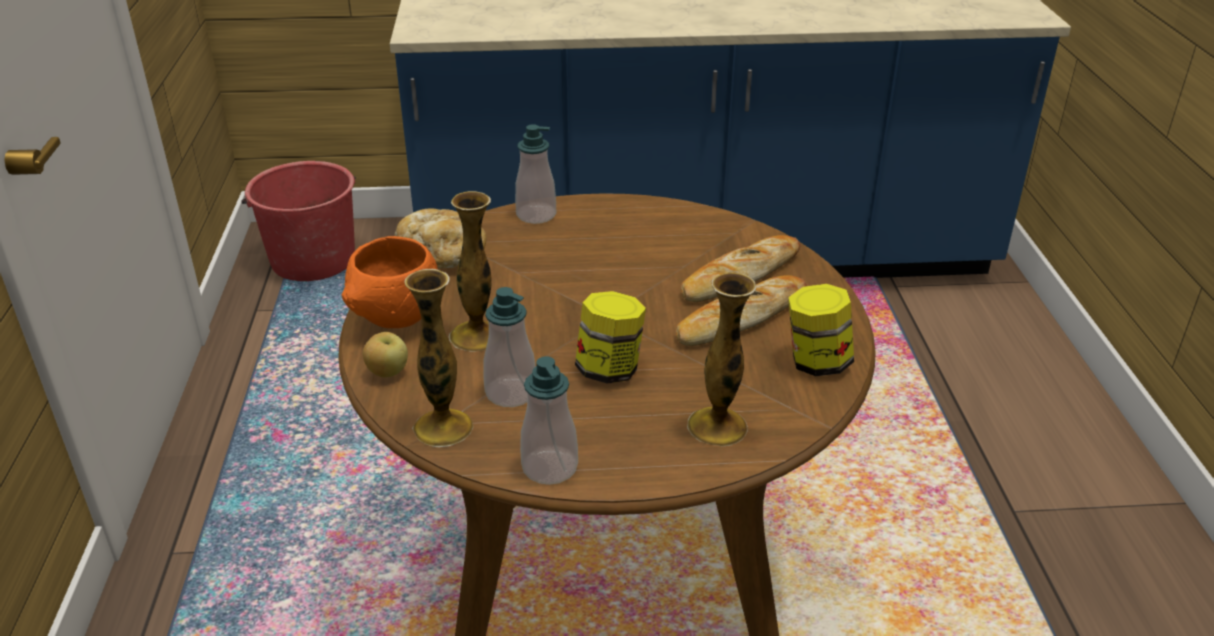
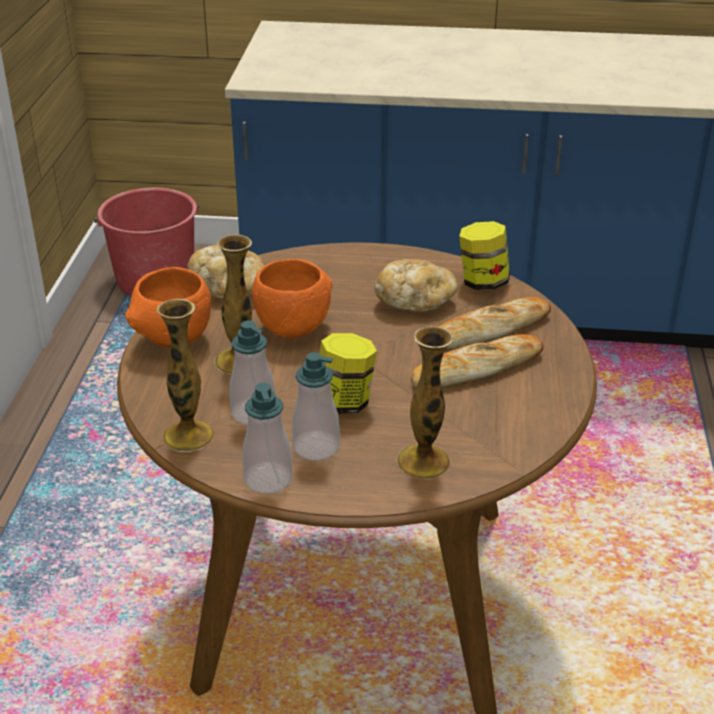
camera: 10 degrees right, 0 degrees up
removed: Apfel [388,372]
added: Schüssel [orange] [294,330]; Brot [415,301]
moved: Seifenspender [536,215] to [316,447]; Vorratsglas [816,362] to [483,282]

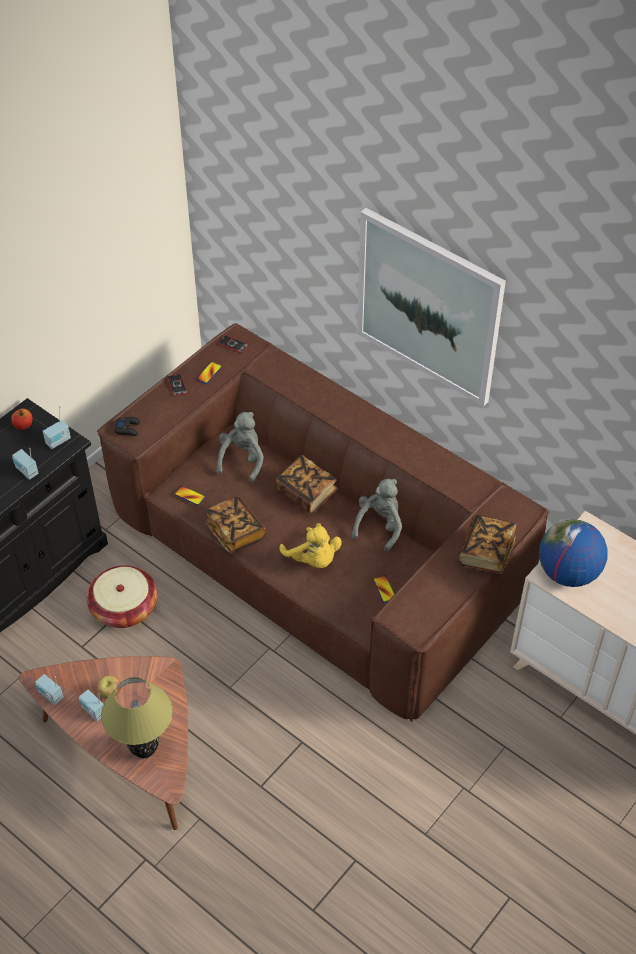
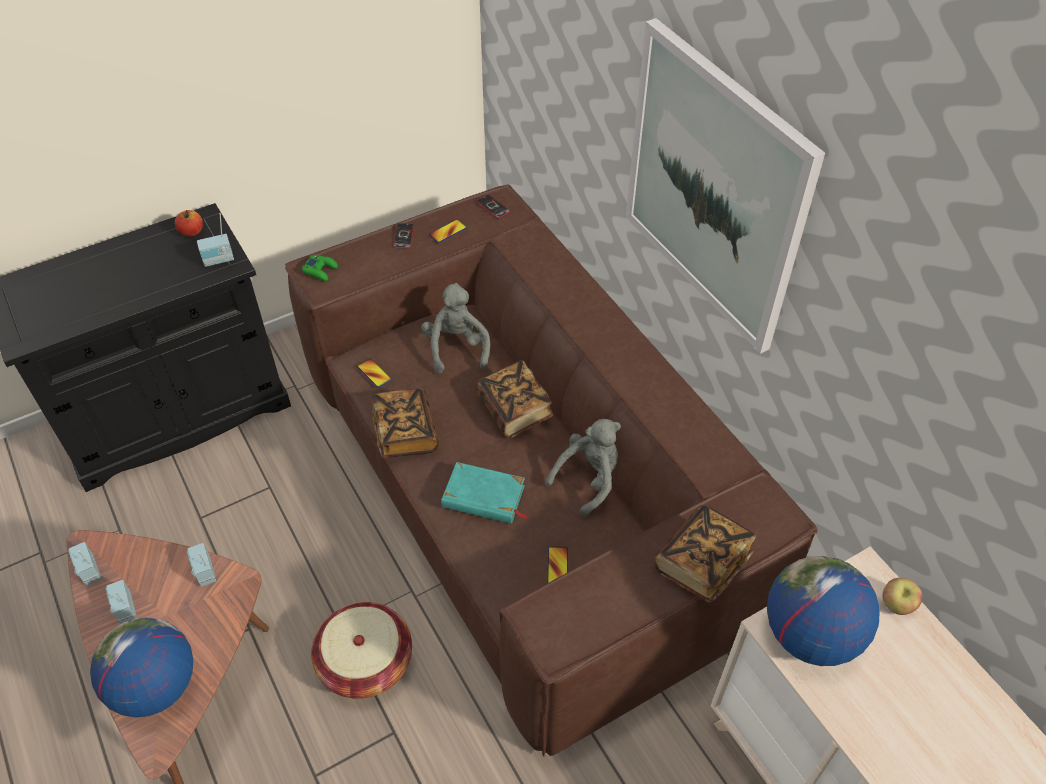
camera: 20 degrees right, 0 degrees up
moved: Radio [26,471] to [204,572]; Korb [124,608] to [365,662]; Apfel [110,692] to [896,605]
replaced: Tischlampe [145,751] to Globus [155,686]; Plüschtier [gelb] [313,559] to Buch [türkis] [484,497]
recoloured: Gamepad [schwarz] [128,428] to Gamepad [grün] [320,270]
turned: Plüschtier [grau] [242,460] = [456,348] 45 degrees counterclockwise

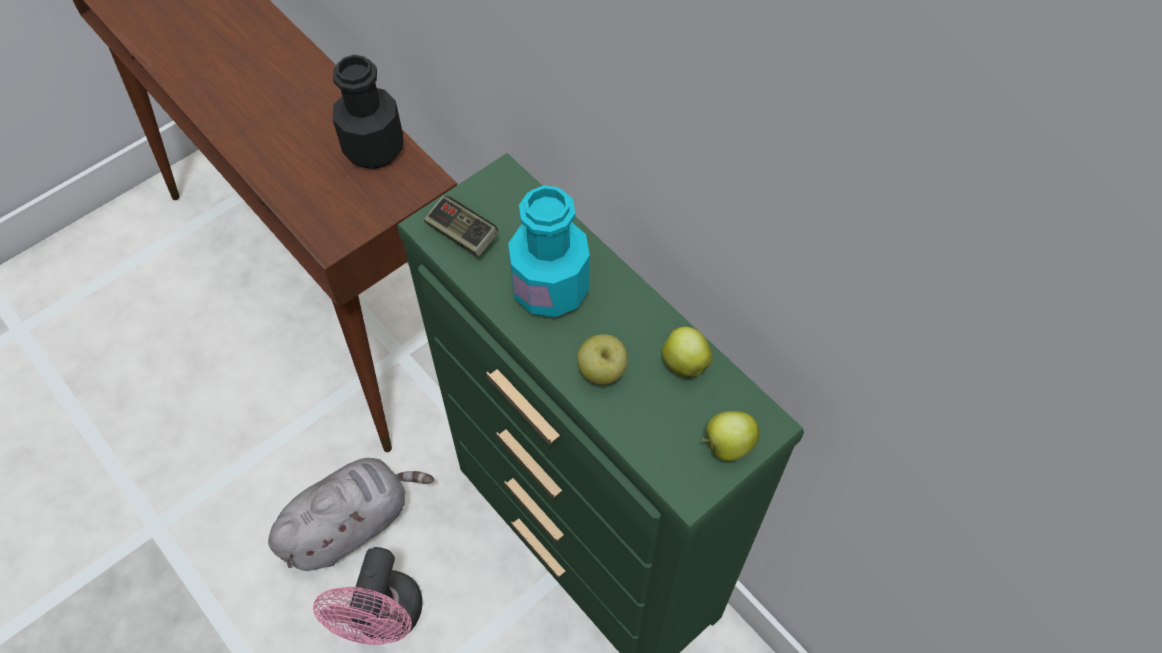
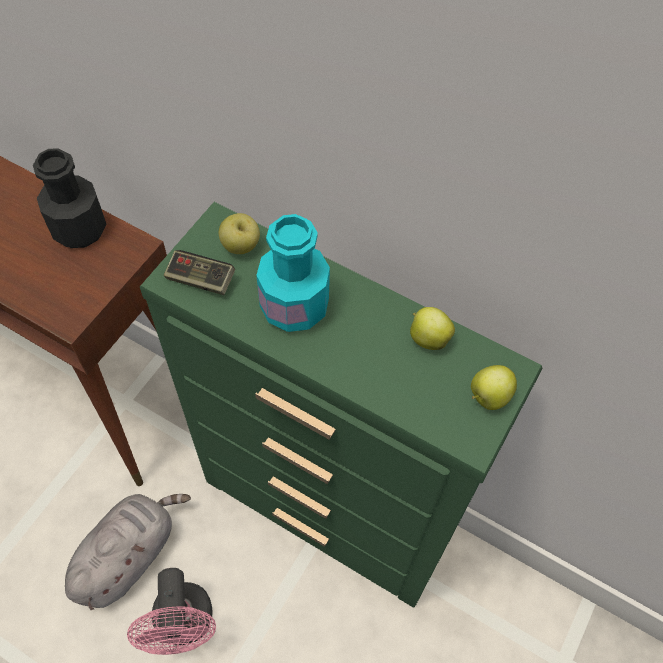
camera: 20 degrees left, 0 degrees up
moved: Apfel [602,371] to [241,246]

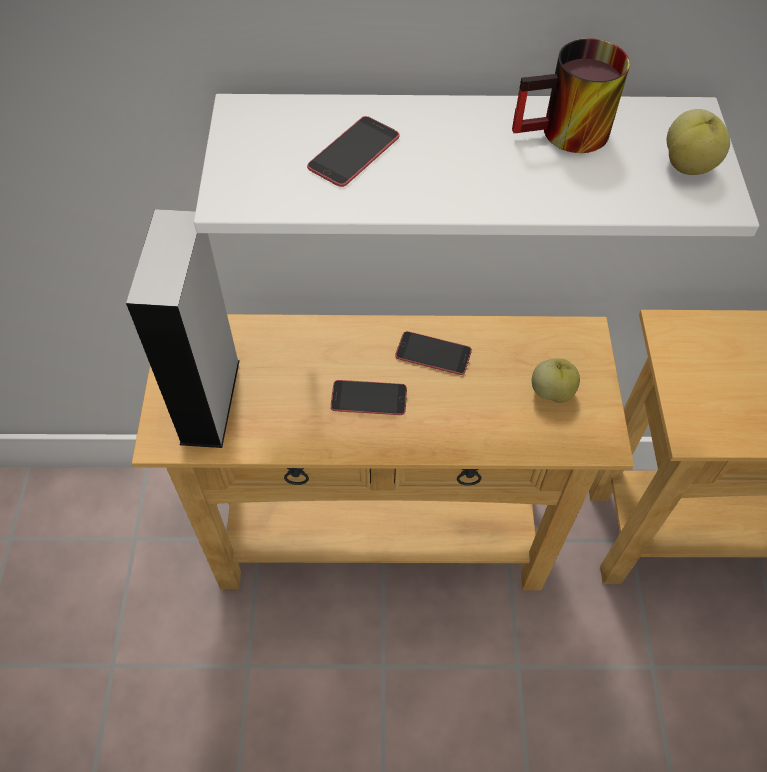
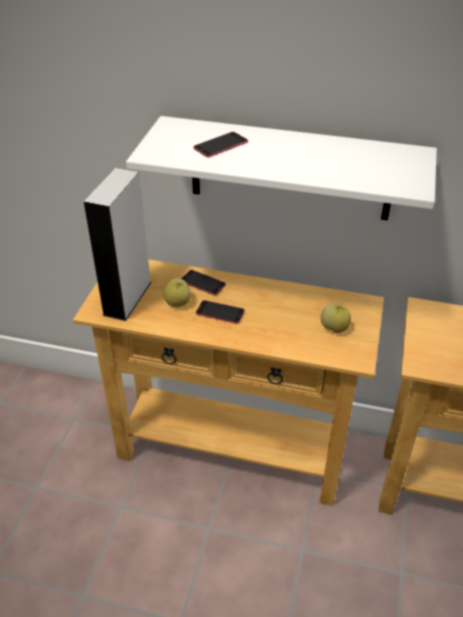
camera: 15 degrees right, 15 degrees down
removed: Henkelbecher [565,136]
moved: Handy [433,353] to [203,283]; Apfel [688,165] to [178,303]

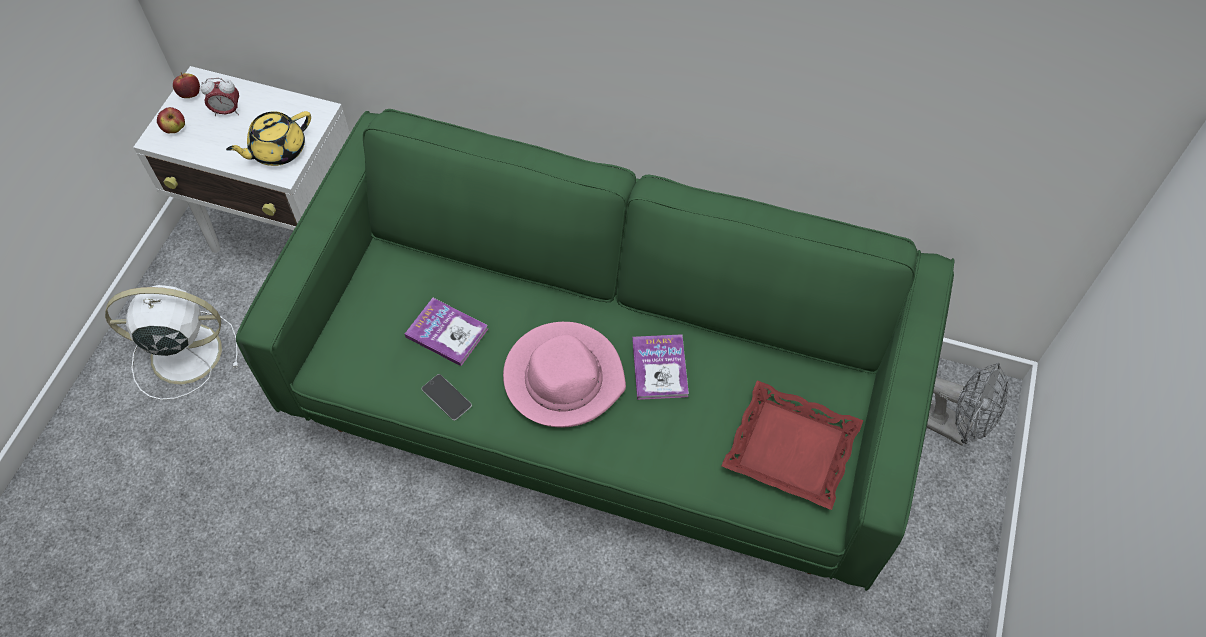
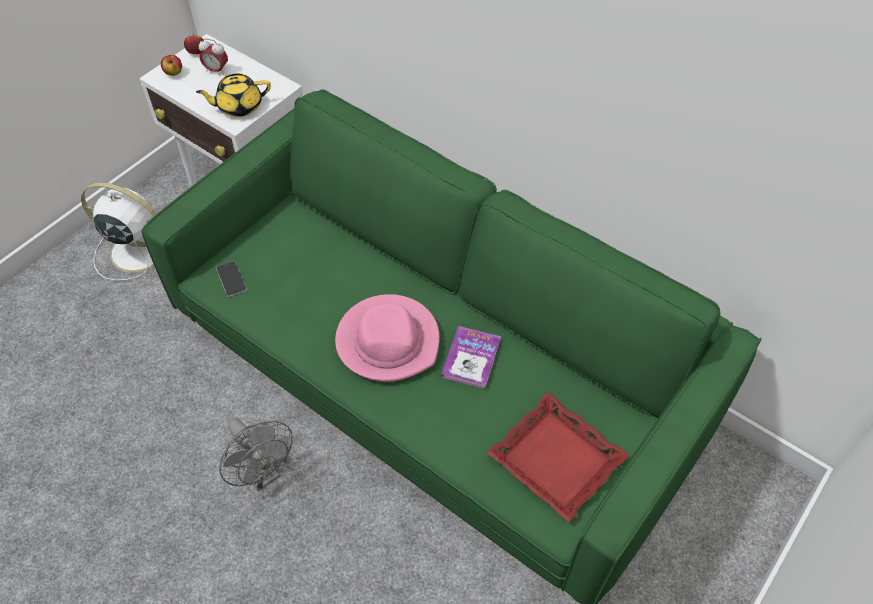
camera: 20 degrees right, 5 degrees down
removed: Buch [447,333]
moved: Handy [446,397] to [231,278]; Ventilator [grau] [953,427] to [263,473]

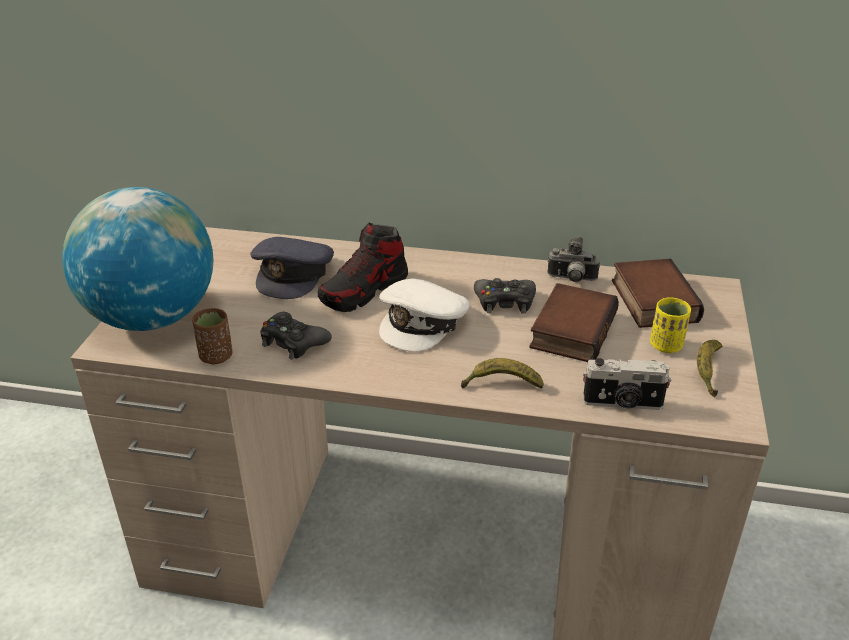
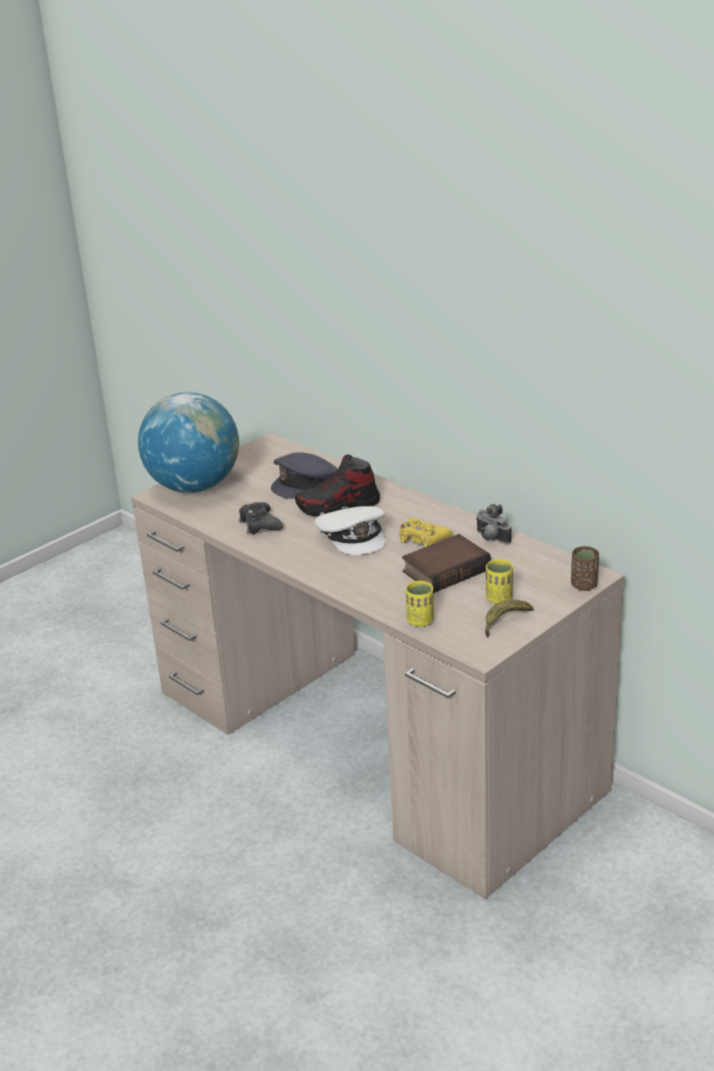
camera: 35 degrees right, 5 degrees down
removed: Banane [501,384]; Buch [651,300]
moved: Tasse [braun] [216,356] to [584,585]
replaced: Kamera [622,403] to Tasse [gelb] [420,621]
recoloured: Gamepad [schwarz] [505,302] to Gamepad [gelb] [423,539]
turned: Kappe [weiß] [423,322] = [353,536] 90 degrees counterclockwise

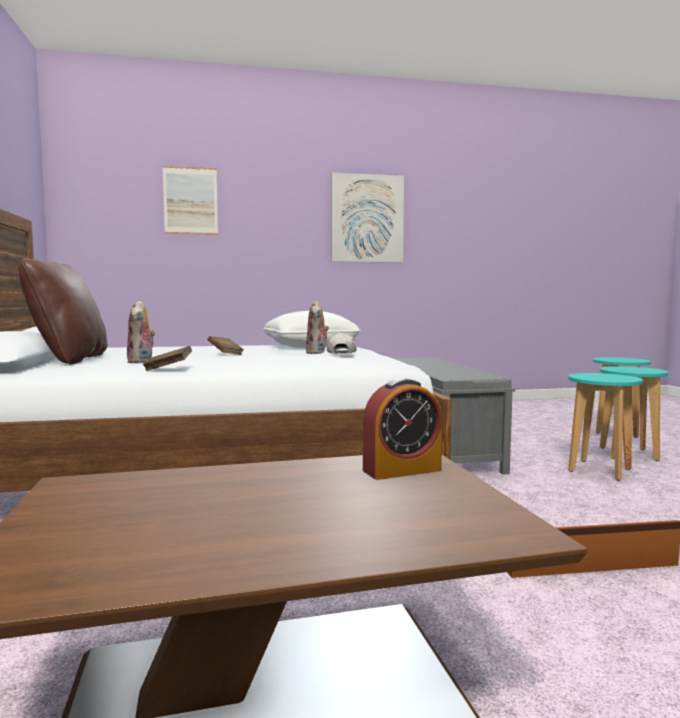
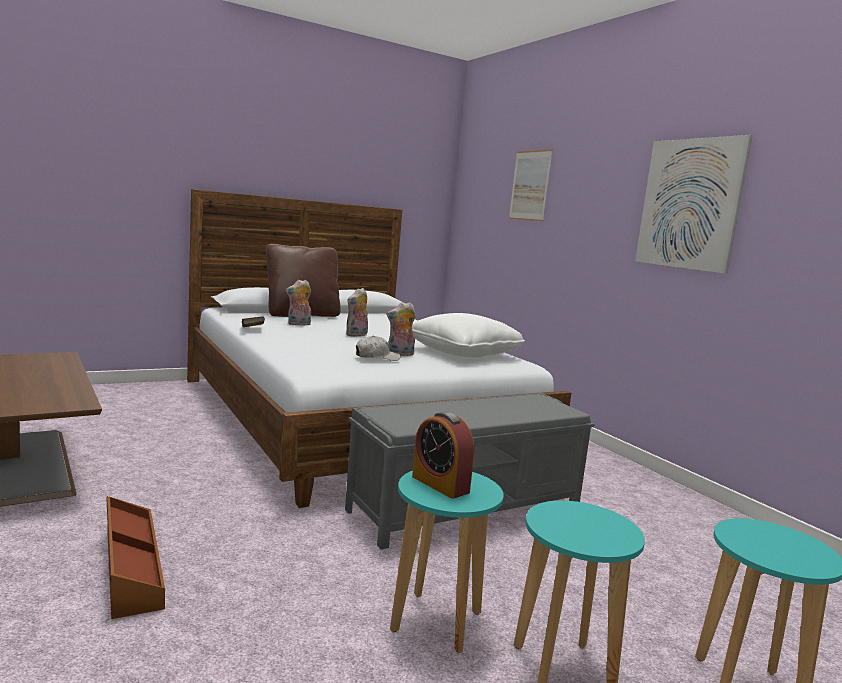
camera: 70 degrees right, 5 degrees up
moved: Wecker [402,470] to [440,484]
replaced: Buch [braun] [225,354] to Plüschtier [357,335]

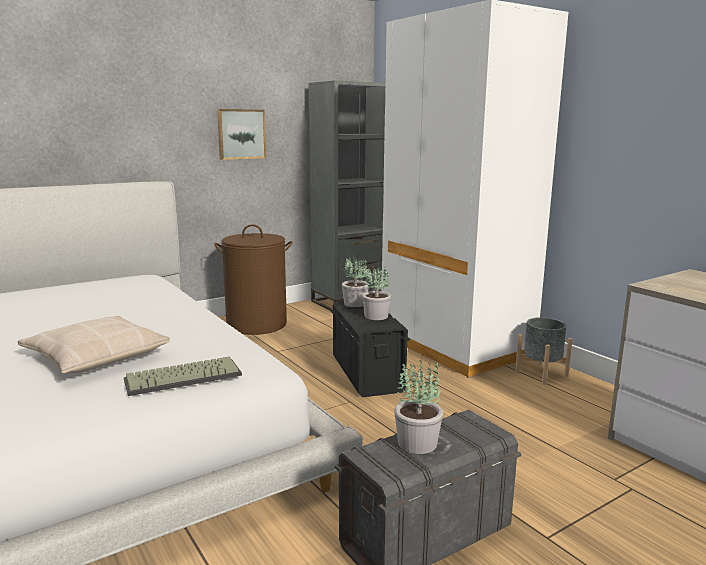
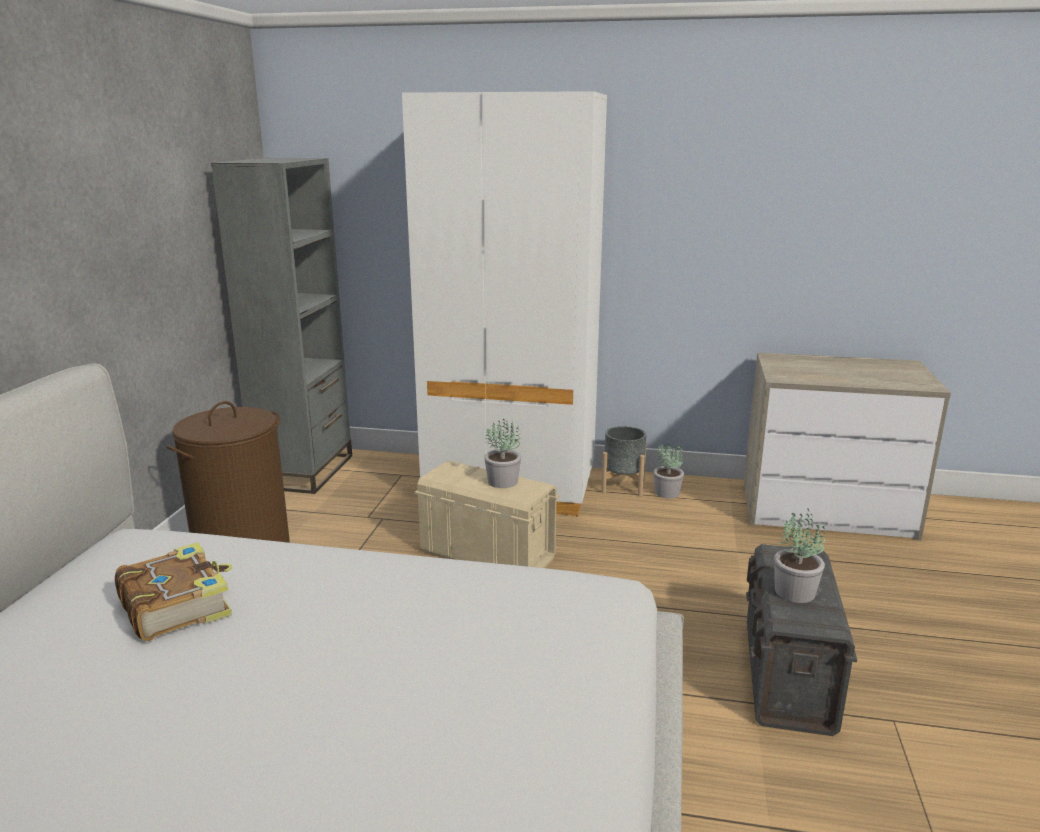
camera: 45 degrees left, 5 degrees up
removed: Kissen [beige] [96,356]; Tastatur [184,377]; Bild [241,134]
added: Buch [177,605]
moved: Topfpflanze [355,304] to [667,493]
recoloured: Aufbewahrungsbox [schwarz] [367,373] to Aufbewahrungsbox [beige] [487,554]

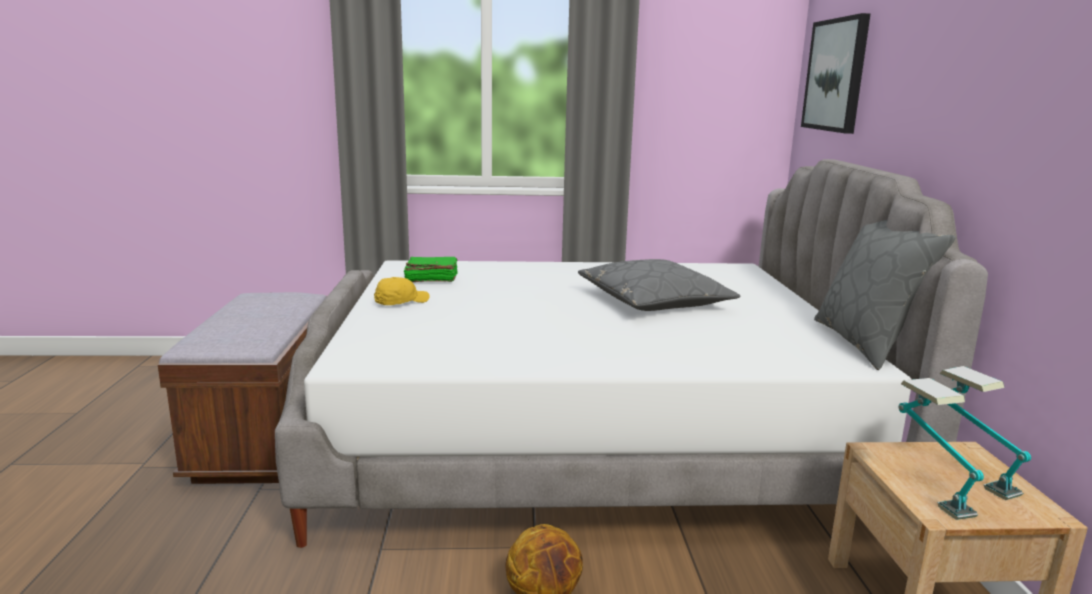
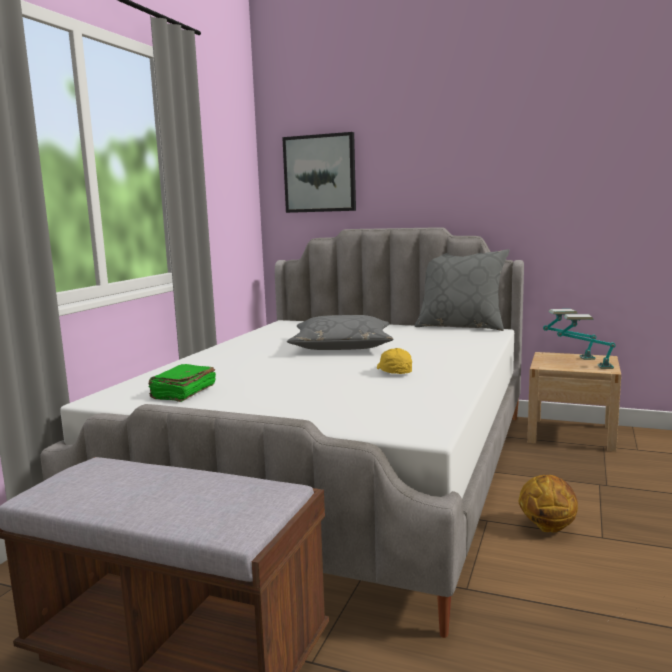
camera: 65 degrees left, 5 degrees down
moved: Kappe [gelb] [400,302] to [393,371]

